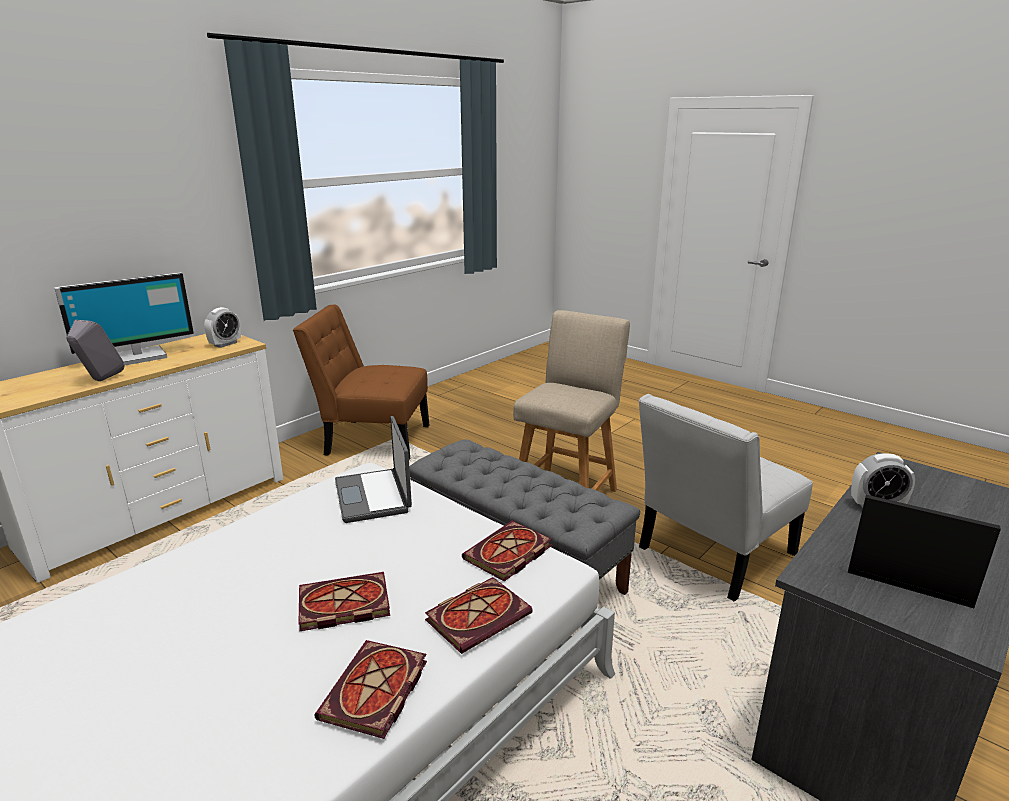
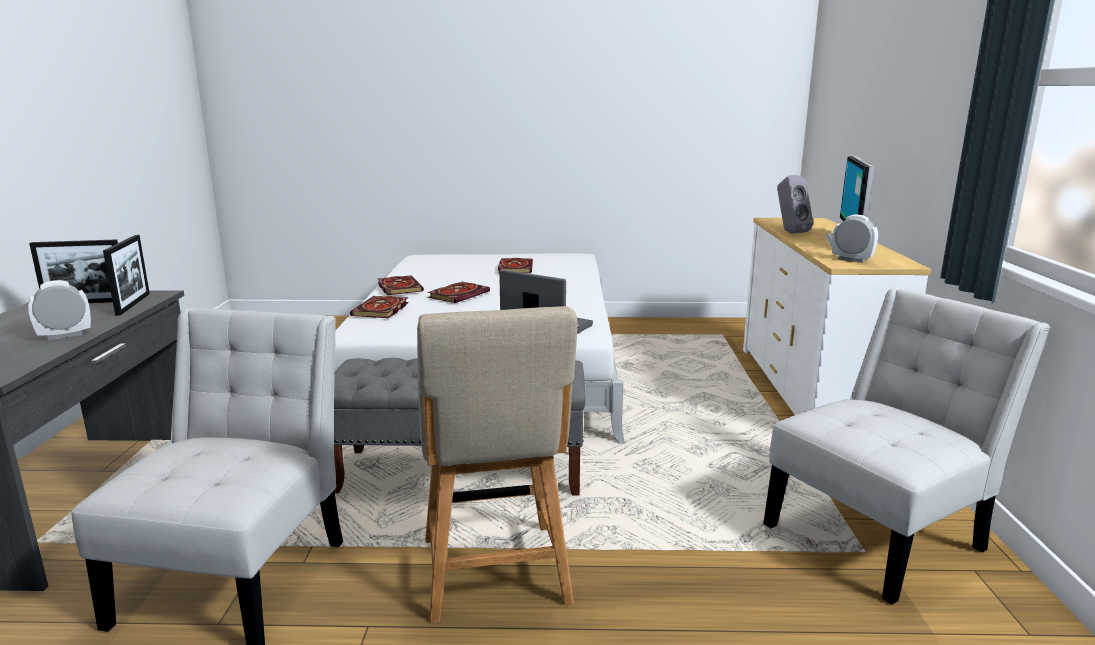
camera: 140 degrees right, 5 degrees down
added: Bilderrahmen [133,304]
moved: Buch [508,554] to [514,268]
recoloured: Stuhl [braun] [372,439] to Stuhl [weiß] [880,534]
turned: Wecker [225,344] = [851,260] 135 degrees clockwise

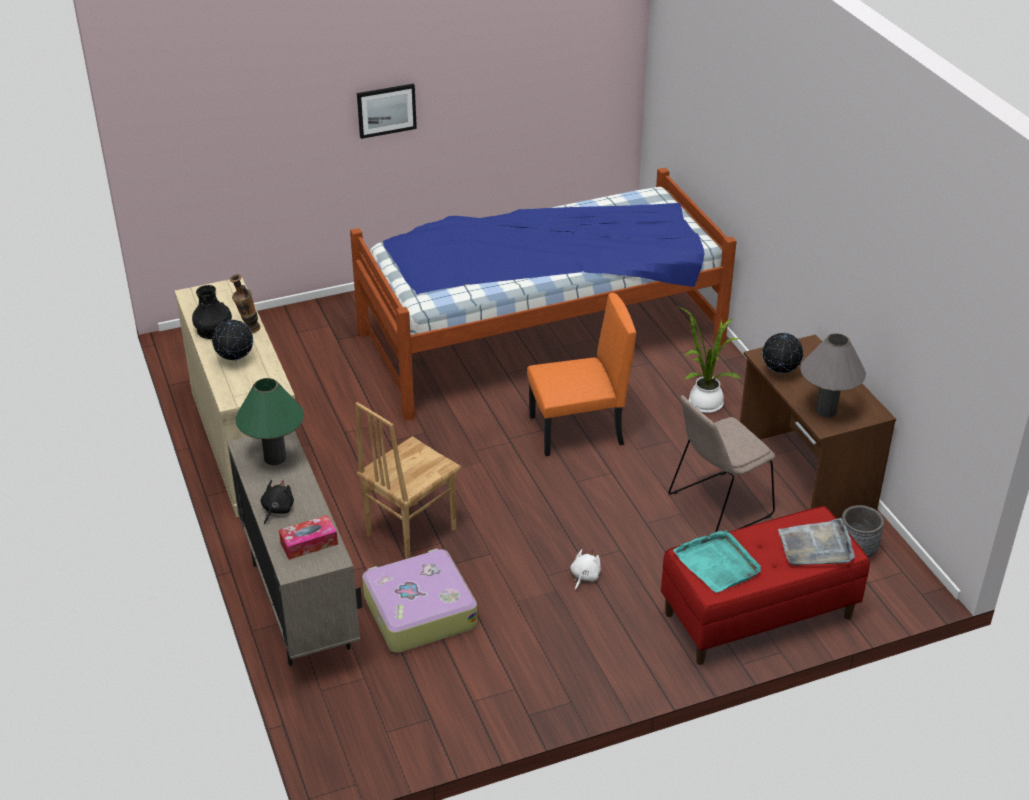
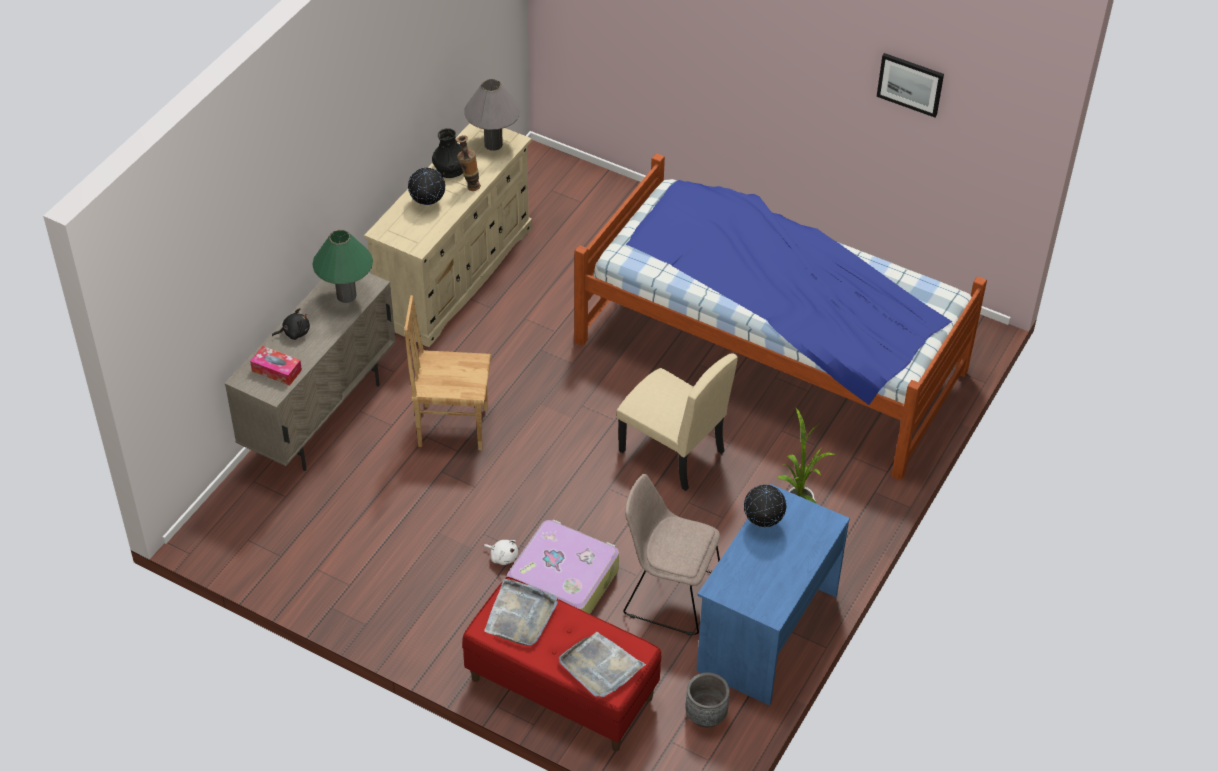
camera: 50 degrees right, 10 degrees up
moved: Bild [386,110] to [910,84]; Koffer [418,611] to [563,580]; Tischlampe [grau] [826,410] to [493,144]
recoloured: Stuhl [orange] [576,431] to Stuhl [beige] [671,451]; Tablett [türkis] [718,563] to Tablett [grau] [520,615]; Schreibtisch [braun] [803,478] to Schreibtisch [blau] [765,632]
turned: Plüschtier [weiß] [584,576] = [503,557] 45 degrees clockwise

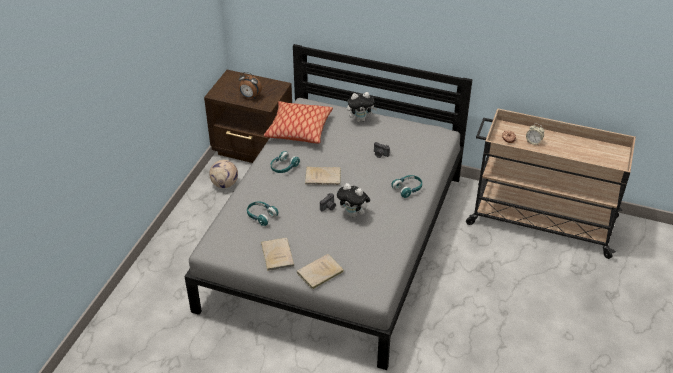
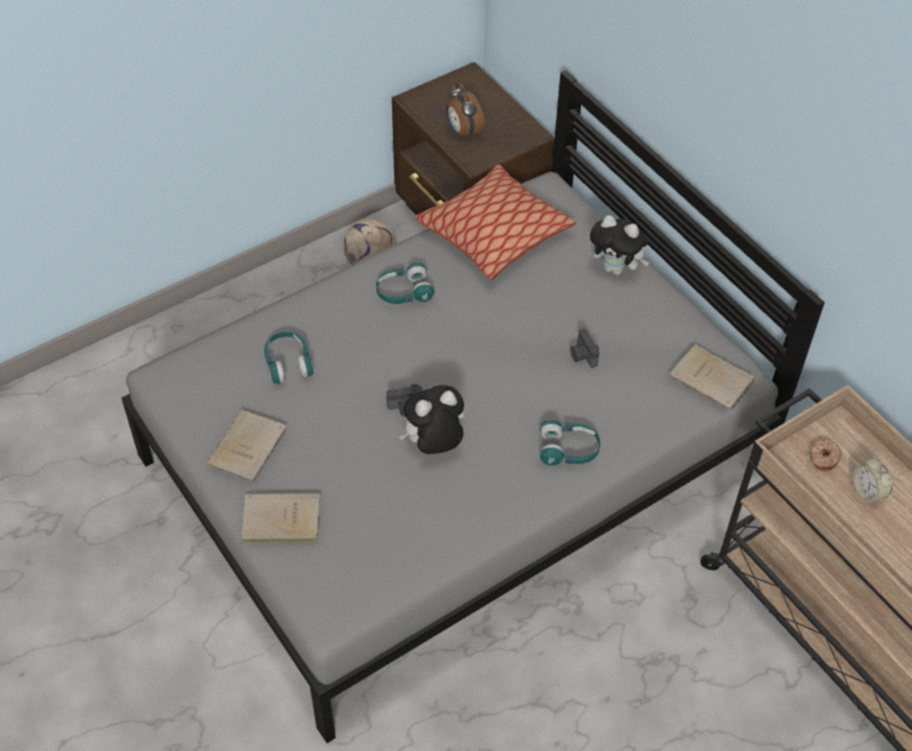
camera: 35 degrees right, 10 degrees up
moved: Buch [beige] [324,177] to [713,380]
turned: Plüschtier [354,214] = [434,445] 90 degrees clockwise

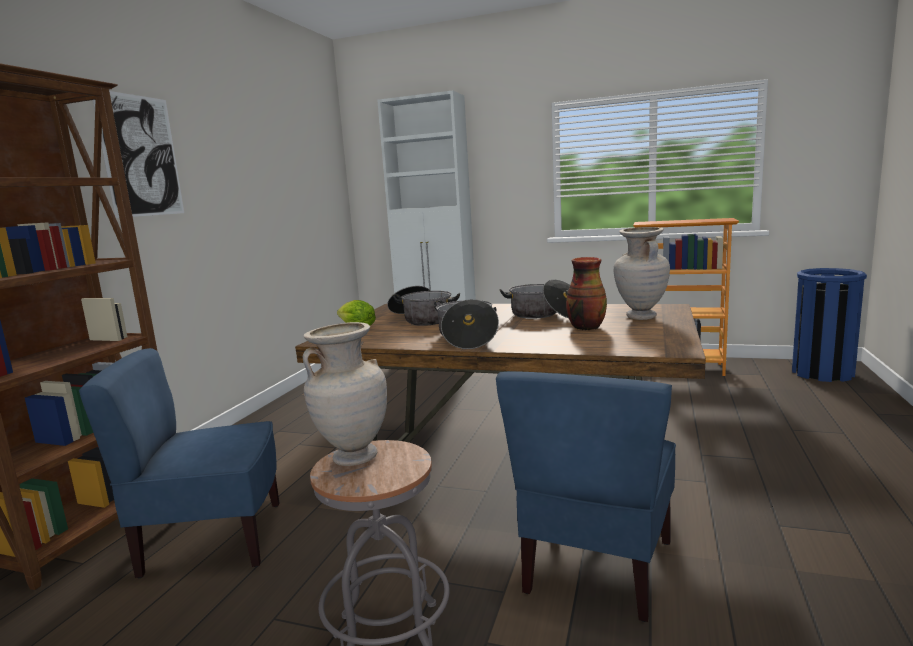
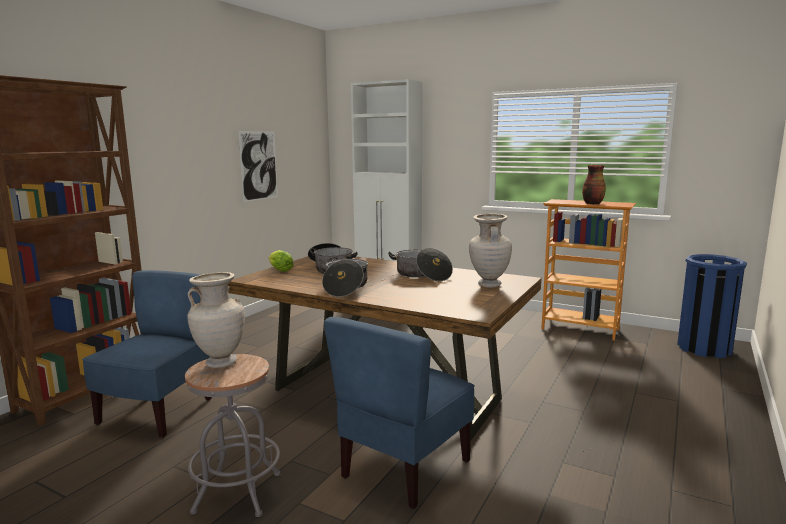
camera: 10 degrees right, 0 degrees up
moved: Bild [141,156] to [258,165]; Vase [585,327] to [592,203]
turned: Stuhl [blau] [213,540] = [158,411] 105 degrees clockwise

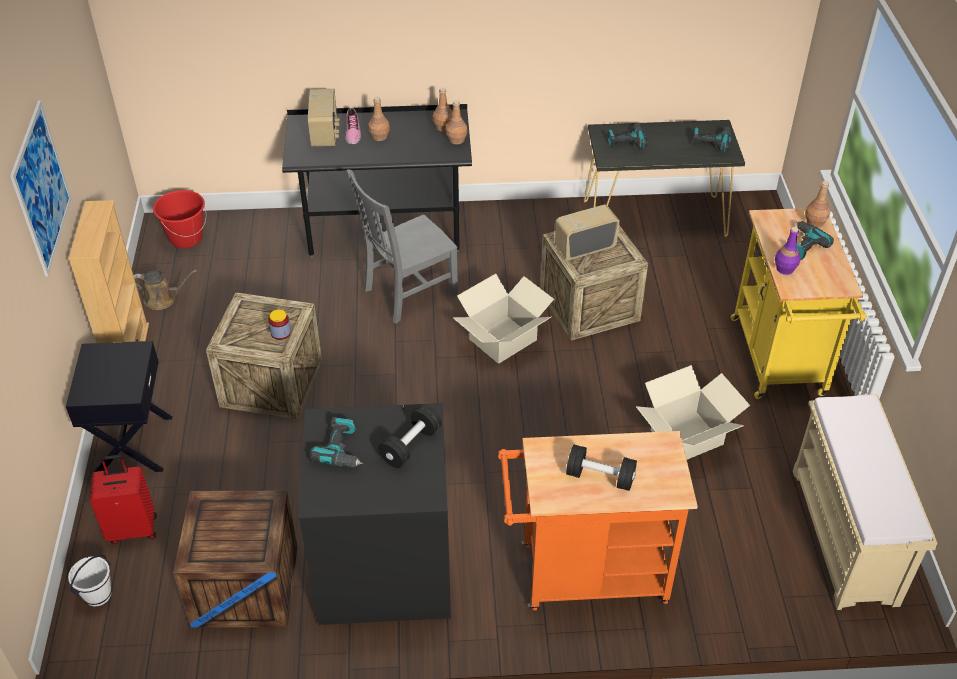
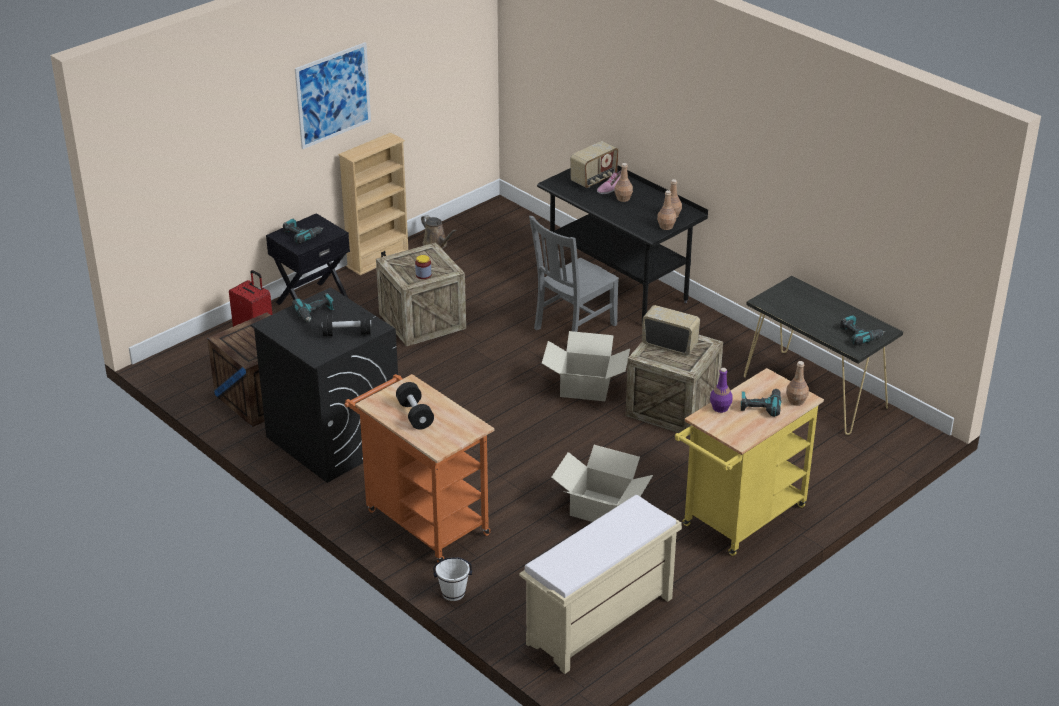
camera: 50 degrees right, 10 degrees down
removed: Eimer [rot] [186,238]
moved: Eimer [weiß] [97,595] to [453,593]; Bohrmaschine [626,140] to [302,235]
turned: Stuhl [grau] [407,293] = [573,327] 60 degrees counterclockwise

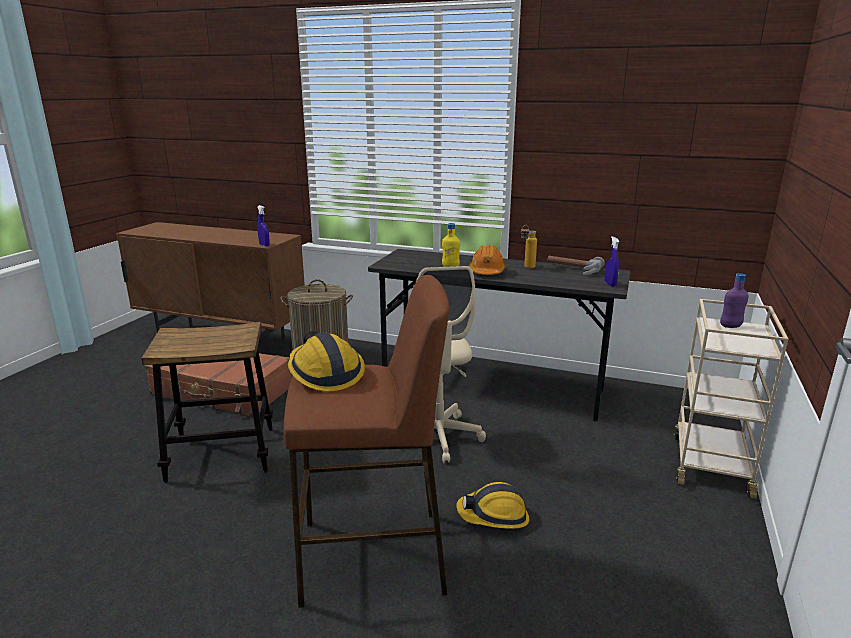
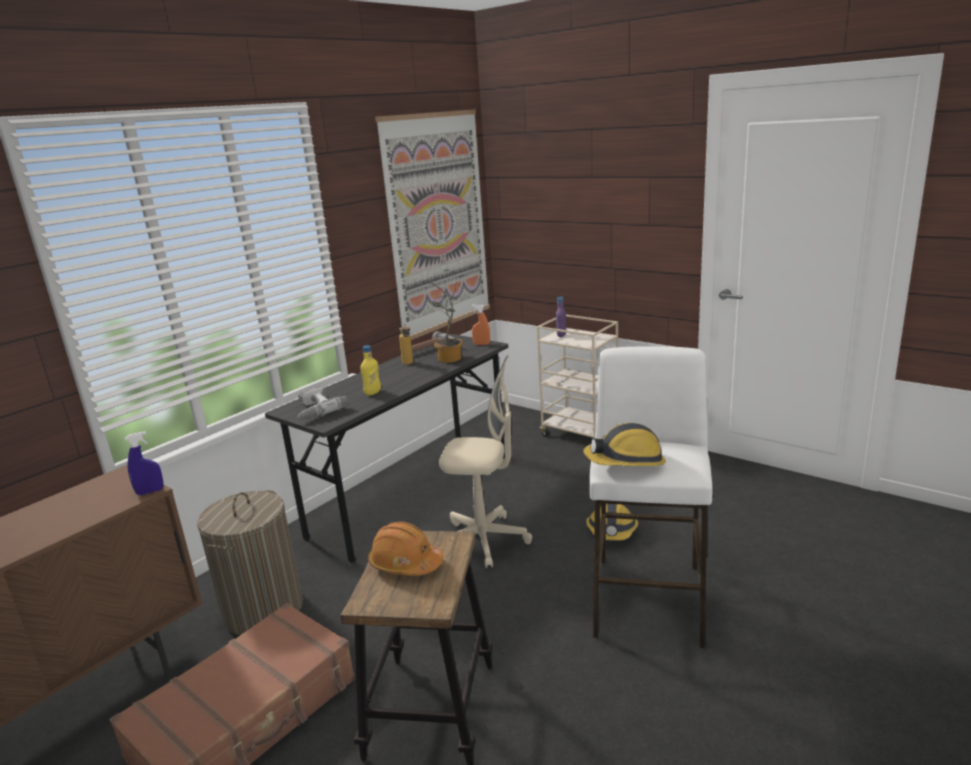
camera: 70 degrees left, 0 degrees up
added: Bohrmaschine [314,409]; Bild [438,224]; Topfpflanze [449,360]
moved: Schutzhelm [orange] [487,272] to [405,563]
recoloured: Hocker [braun] [373,556] to Hocker [weiß] [648,599]; Sprühflasche [blau] [610,284] to Sprühflasche [orange] [481,344]

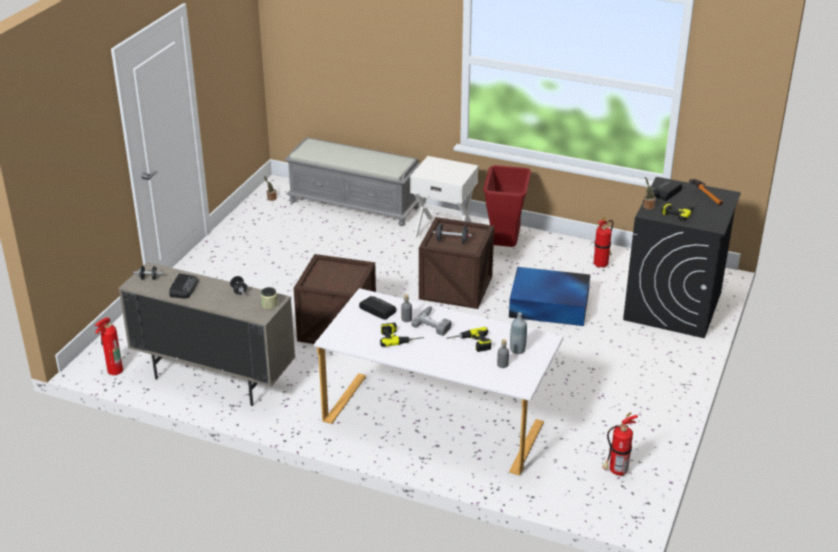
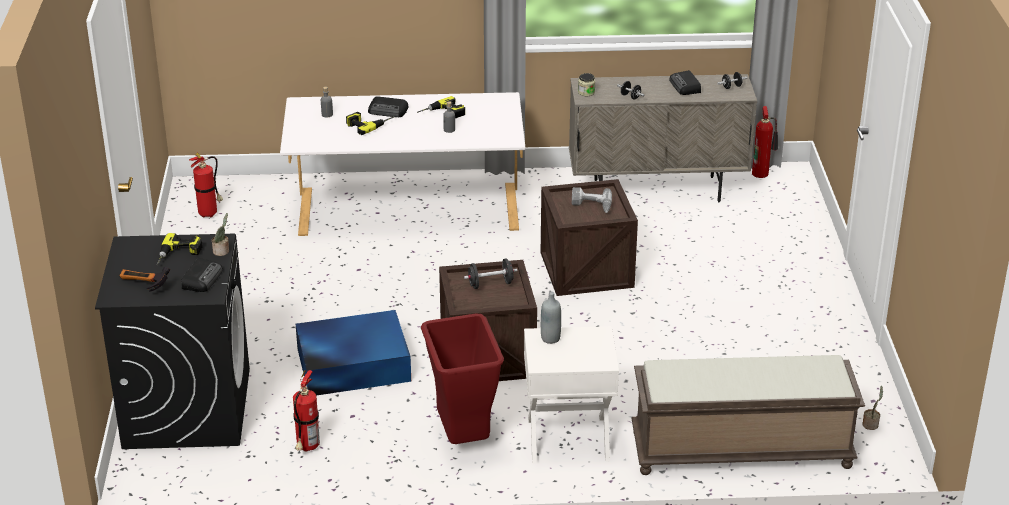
camera: 155 degrees right, 0 degrees up
moved: Radio [377,310] to [388,111]; Bohrmaschine [434,323] to [591,205]; Flasche [grau] [517,349] to [550,338]
recoloured: Bank [grau] [355,204] to Bank [braun] [740,451]

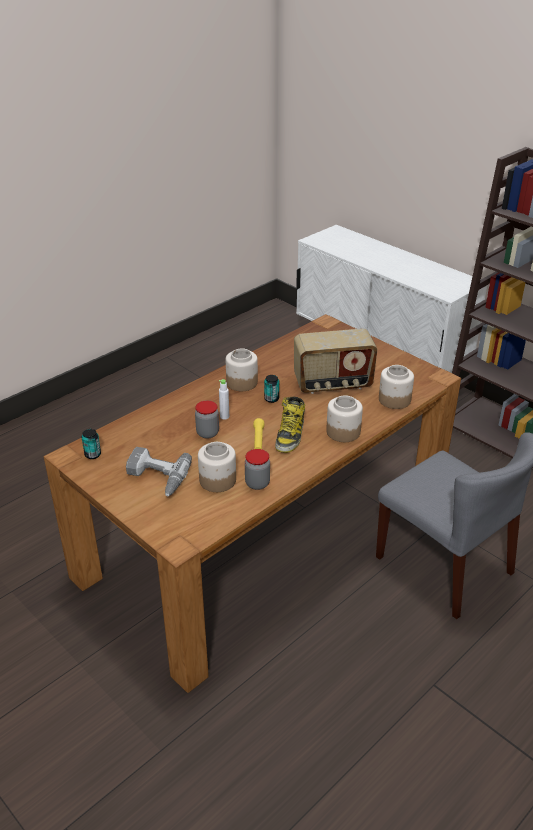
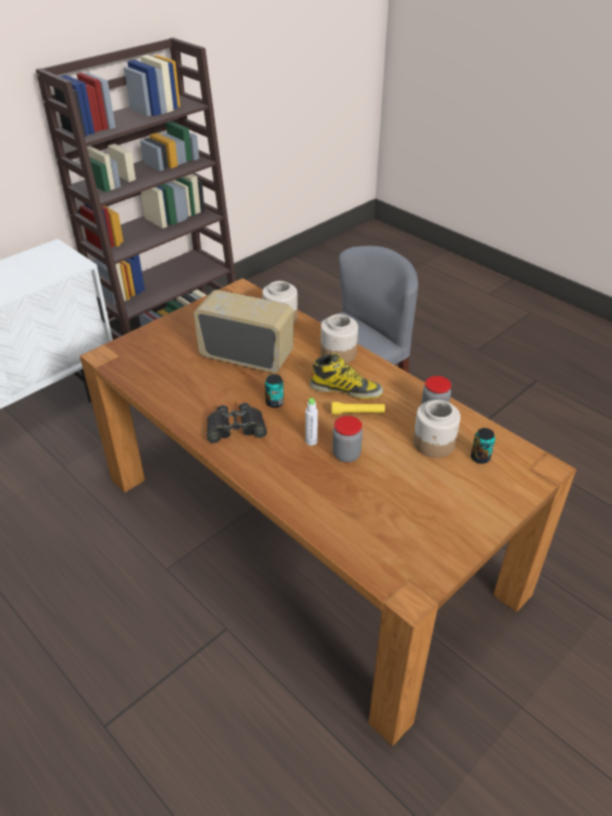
camera: 90 degrees left, 5 degrees up
removed: Bohrmaschine [156,478]
moved: Dose [93,455] to [480,457]
replaced: Vorratsglas [241,382] to Fernglas [schwarz] [236,428]
turned: Radio [333,384] = [247,356] 60 degrees counterclockwise

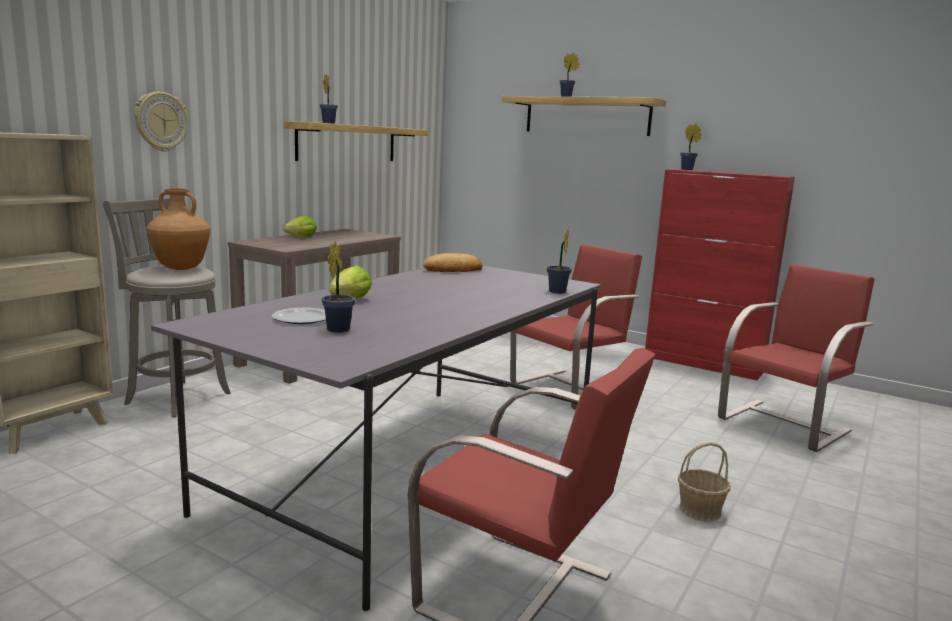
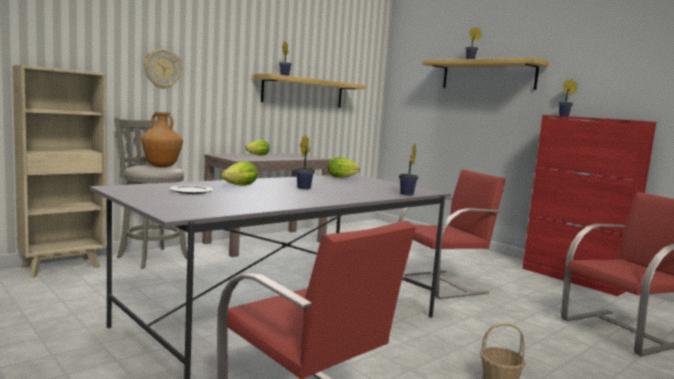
camera: 15 degrees right, 5 degrees down
moved: Topfpflanze [339,329] to [304,188]
replaced: Brot [453,269] to Salatkopf [343,177]

